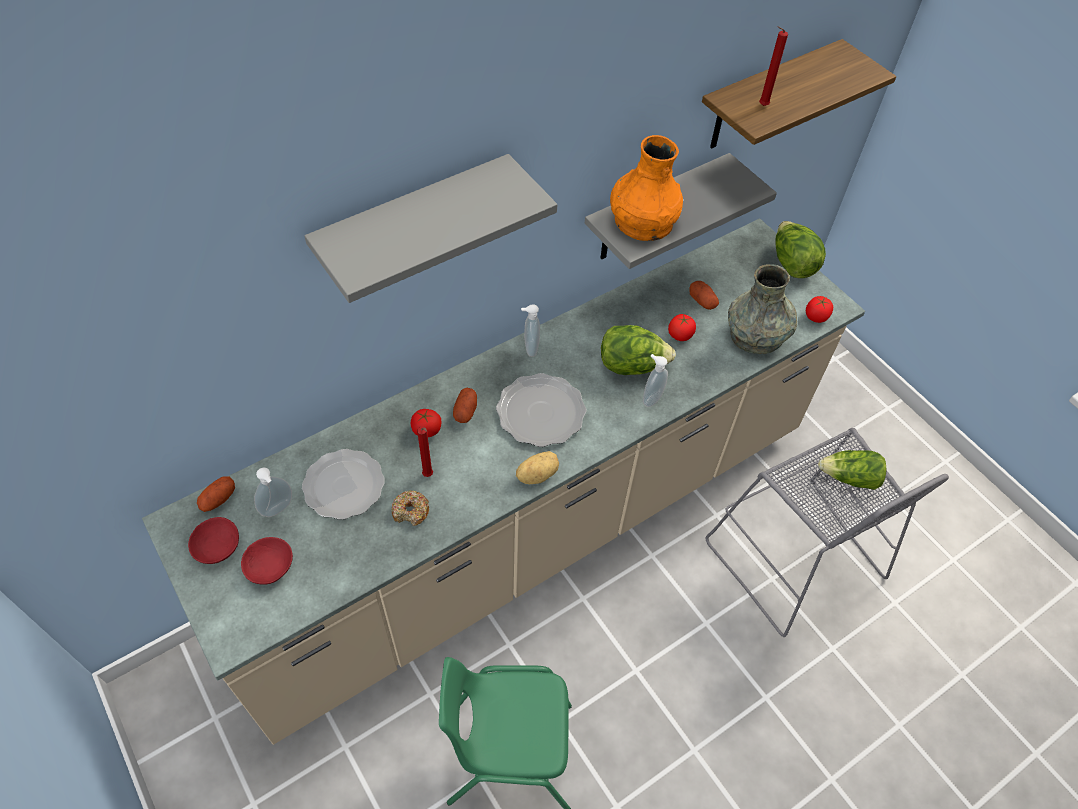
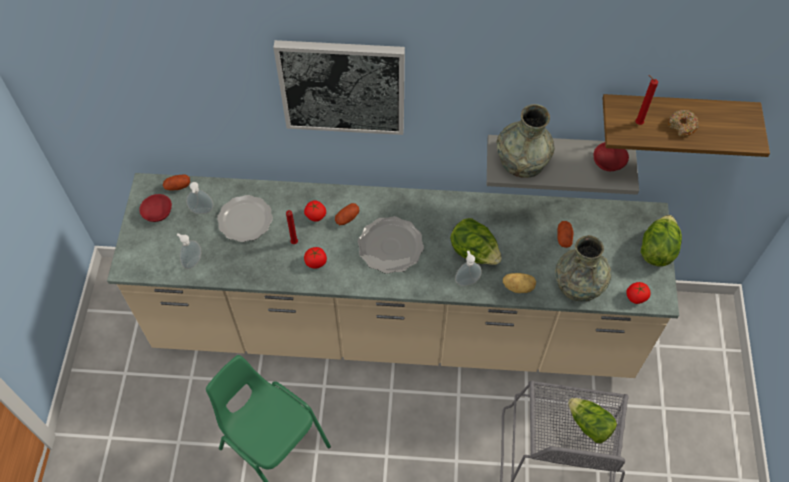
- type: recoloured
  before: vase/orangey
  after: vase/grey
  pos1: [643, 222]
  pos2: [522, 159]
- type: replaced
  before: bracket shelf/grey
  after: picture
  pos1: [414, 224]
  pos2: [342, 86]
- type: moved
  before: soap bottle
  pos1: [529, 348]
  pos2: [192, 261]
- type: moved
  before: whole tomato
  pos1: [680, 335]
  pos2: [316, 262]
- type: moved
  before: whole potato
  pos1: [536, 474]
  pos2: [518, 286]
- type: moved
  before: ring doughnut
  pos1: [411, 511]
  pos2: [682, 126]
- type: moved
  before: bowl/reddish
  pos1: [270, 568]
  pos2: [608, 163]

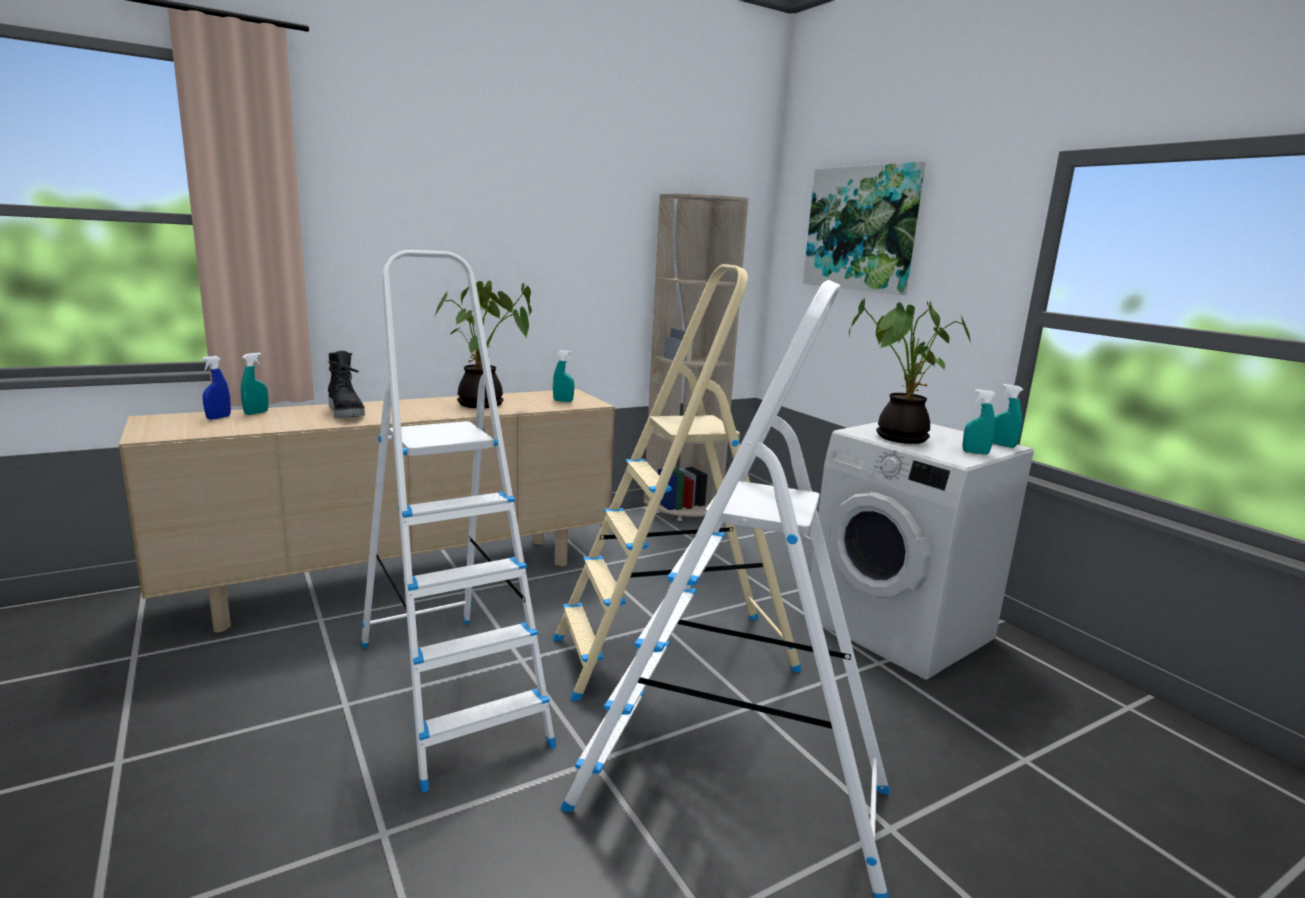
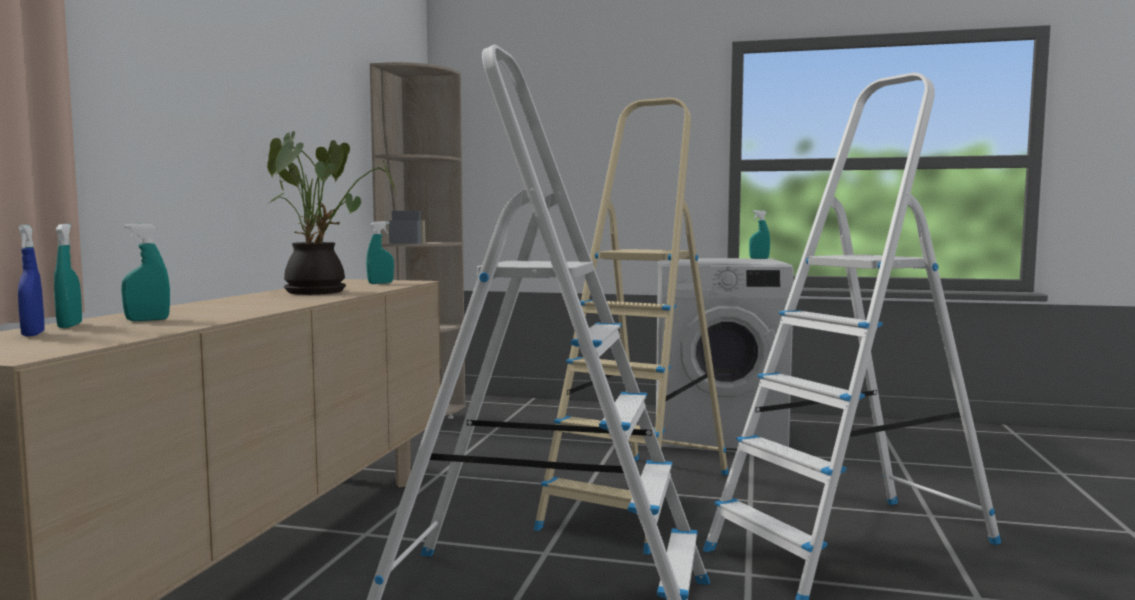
- type: removed
  before: picture
  pos1: [861, 228]
- type: removed
  before: potted plant
  pos1: [898, 436]
- type: removed
  before: tall boot/blackish
  pos1: [347, 413]
- type: moved
  before: hand sprayer/blue-green
  pos1: [975, 453]
  pos2: [147, 320]

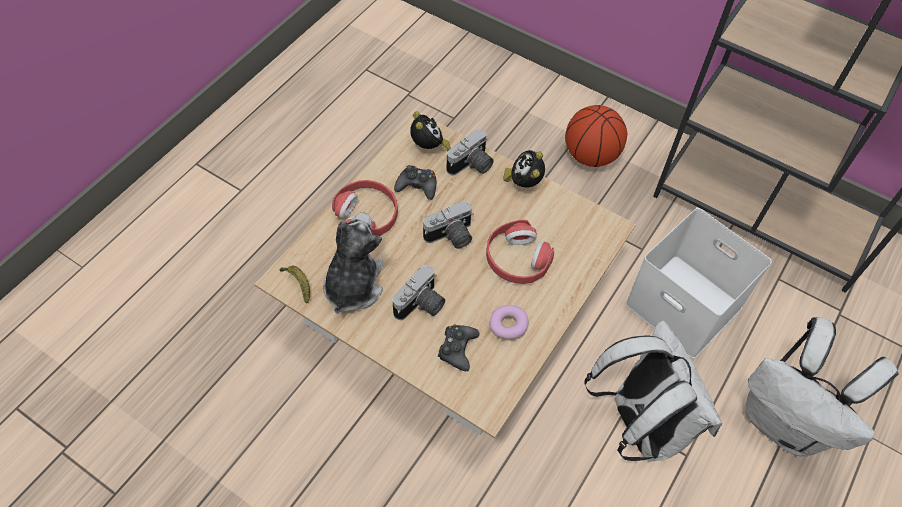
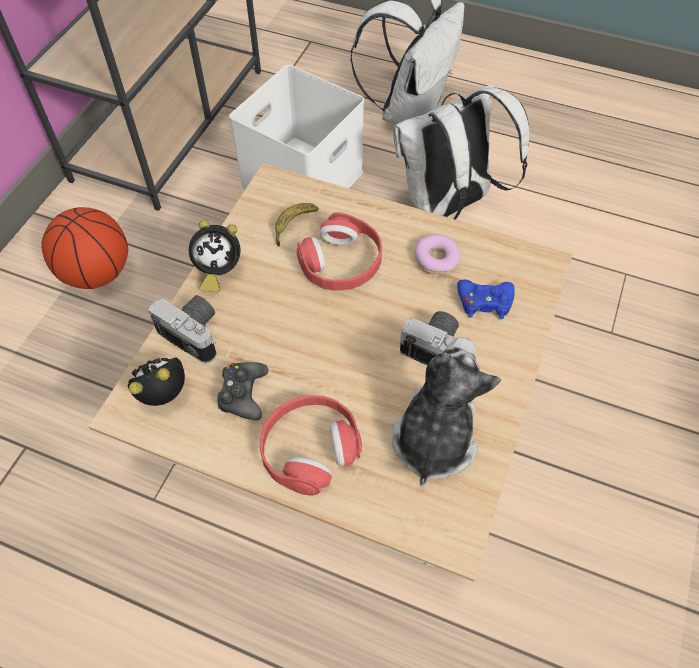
- type: removed
  before: photo camera
  pos1: [451, 237]
- type: turned
  before: cuddly toy
  pos1: [353, 285]
  pos2: [434, 437]
  turn: 105
- type: moved
  before: whole banana
  pos1: [298, 284]
  pos2: [293, 226]
- type: recoloured
  before: joypad/blackish
  after: joypad/bluish
  pos1: [457, 349]
  pos2: [484, 302]

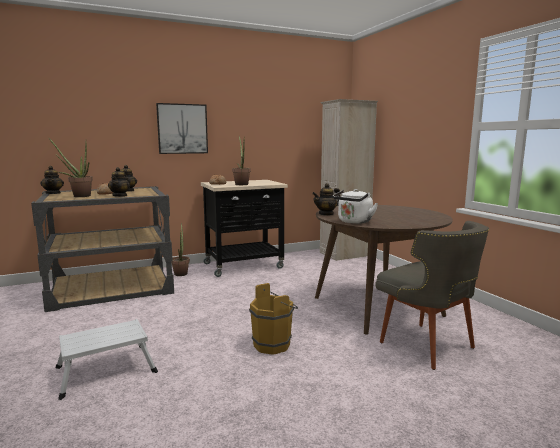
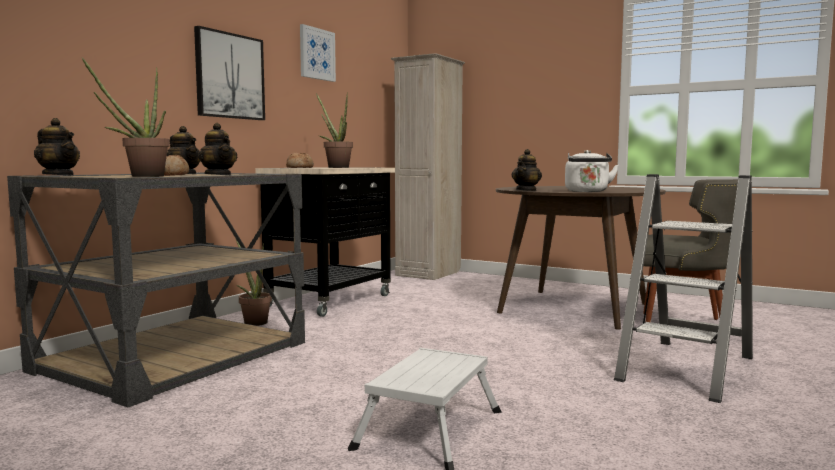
- type: removed
  before: bucket/brownish
  pos1: [274, 344]
- type: added
  after: picture
  pos2: [317, 54]
- type: added
  after: step stool/grey
  pos2: [687, 368]

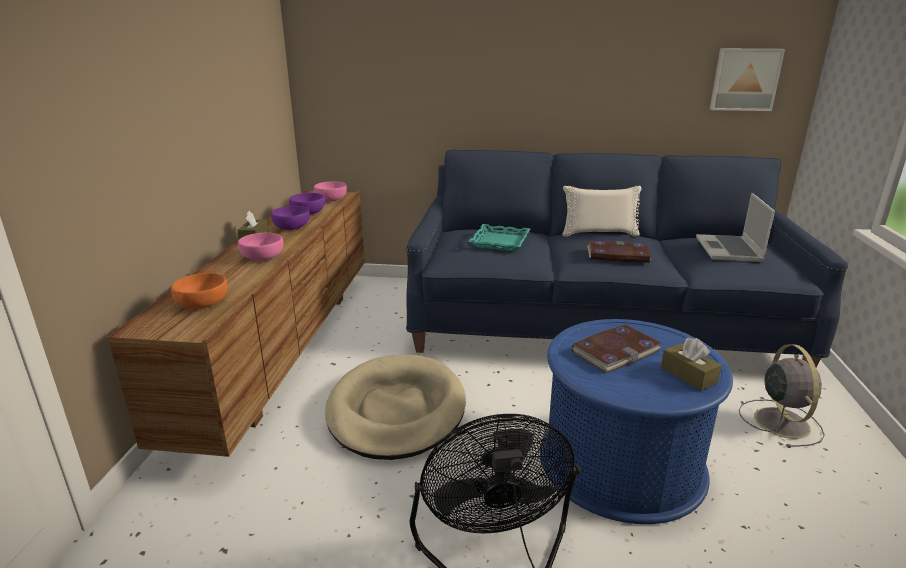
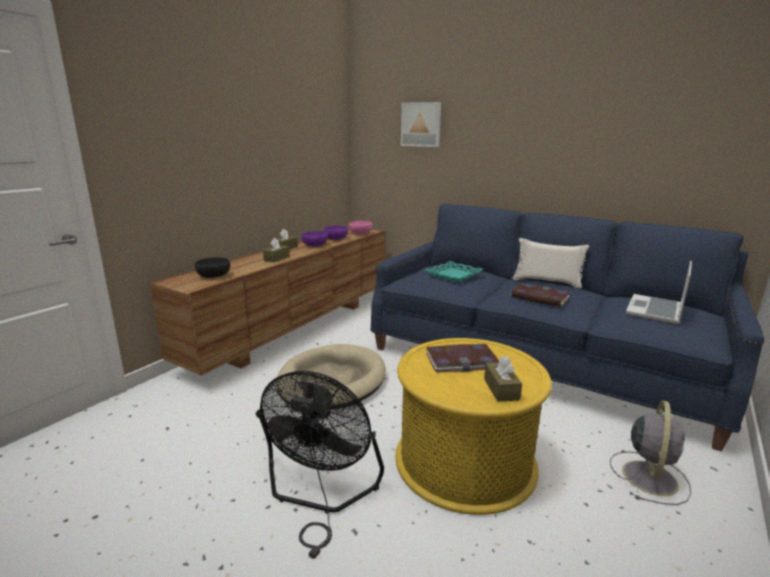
- type: moved
  before: picture
  pos1: [744, 79]
  pos2: [421, 124]
- type: replaced
  before: bowl/pink-coloured
  after: box of tissues/brownish
  pos1: [263, 257]
  pos2: [276, 258]
- type: recoloured
  before: bowl/orangey
  after: bowl/blackish
  pos1: [203, 303]
  pos2: [214, 276]
- type: recoloured
  before: lounge table/bluish
  after: lounge table/yellowish
  pos1: [621, 462]
  pos2: [465, 460]

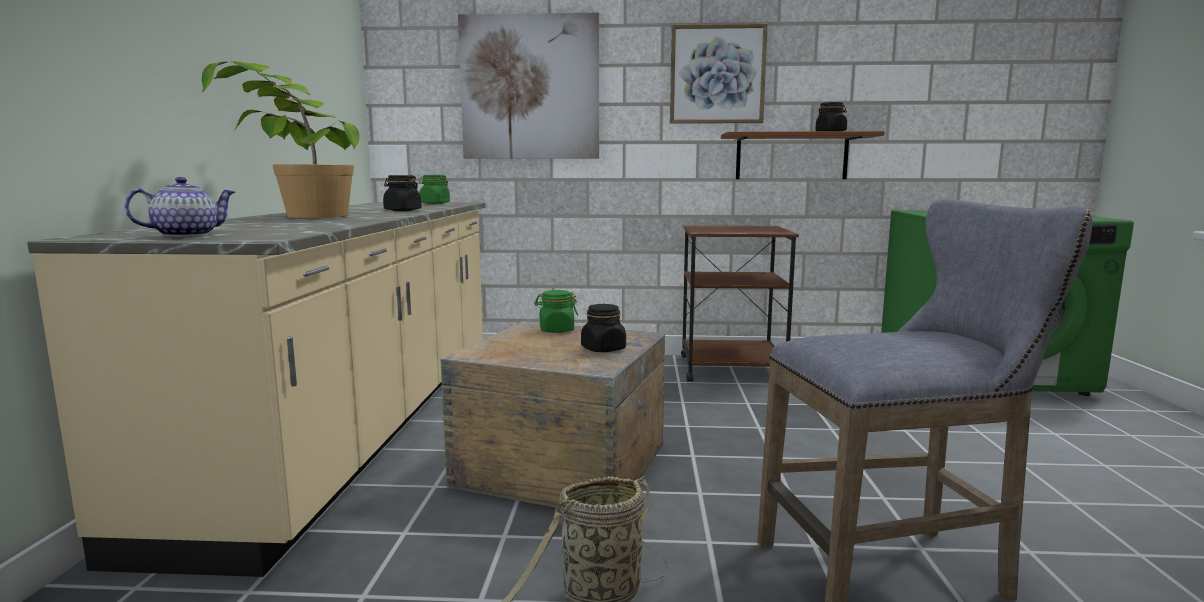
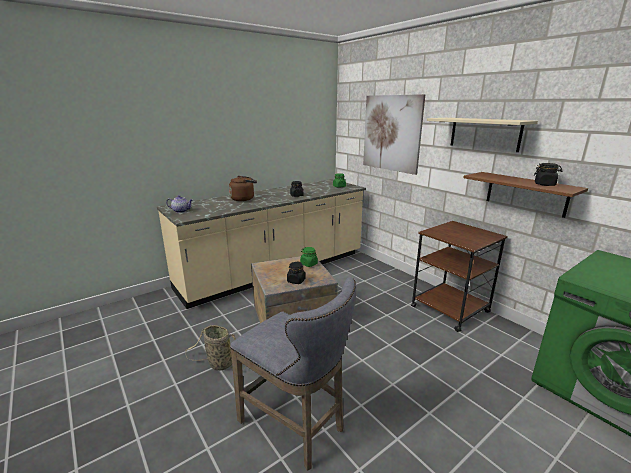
- type: replaced
  before: picture
  after: bracket shelf/beige-coloured
  pos1: [717, 75]
  pos2: [484, 133]
- type: replaced
  before: potted plant
  after: tea kettle/brownish
  pos1: [294, 218]
  pos2: [244, 199]

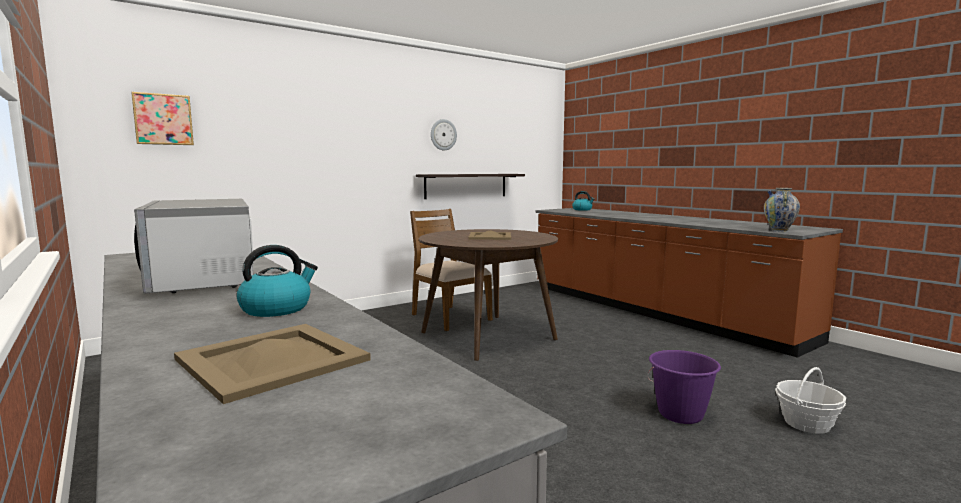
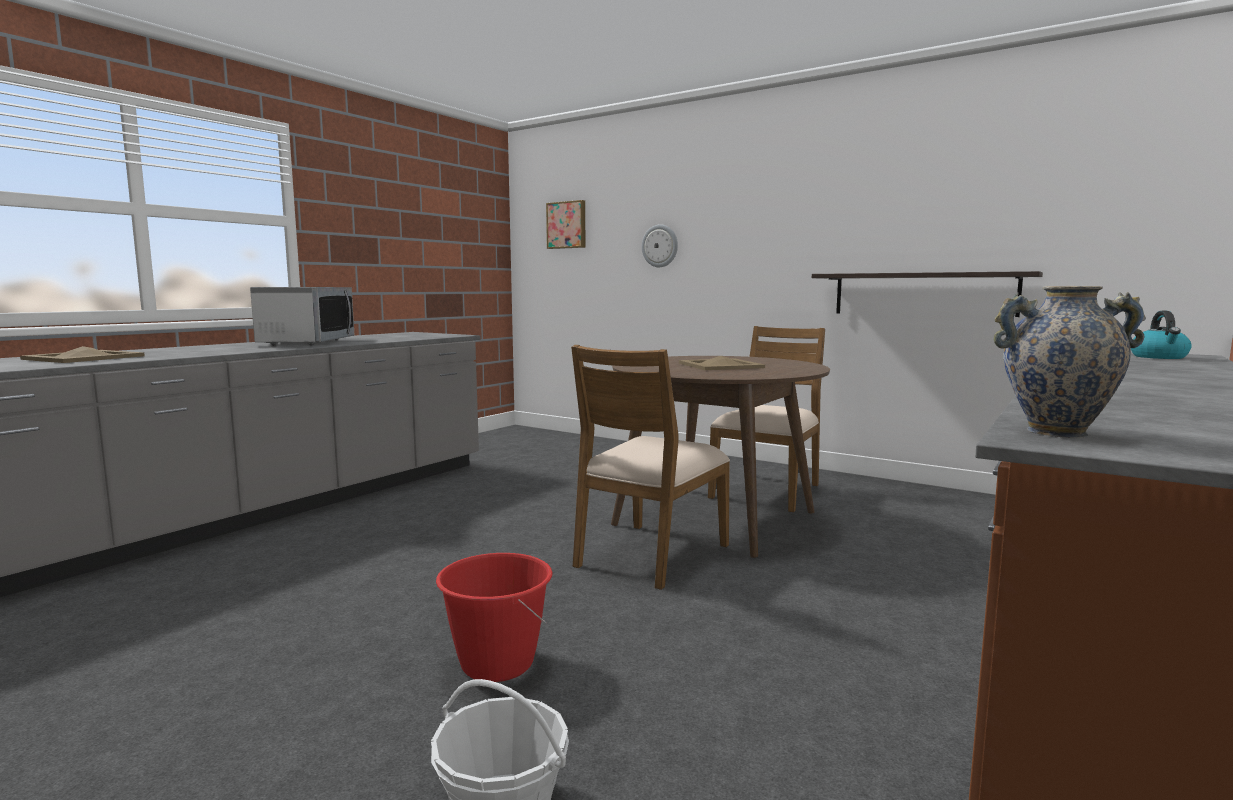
- type: moved
  before: wall clock
  pos1: [443, 134]
  pos2: [660, 246]
- type: turned
  before: microwave
  pos1: [205, 280]
  pos2: [307, 342]
  turn: 135
- type: removed
  before: tea kettle
  pos1: [277, 309]
- type: recoloured
  before: bucket/purple
  after: bucket/reddish
  pos1: [680, 414]
  pos2: [496, 664]
- type: added
  after: chair/brownish
  pos2: [649, 555]

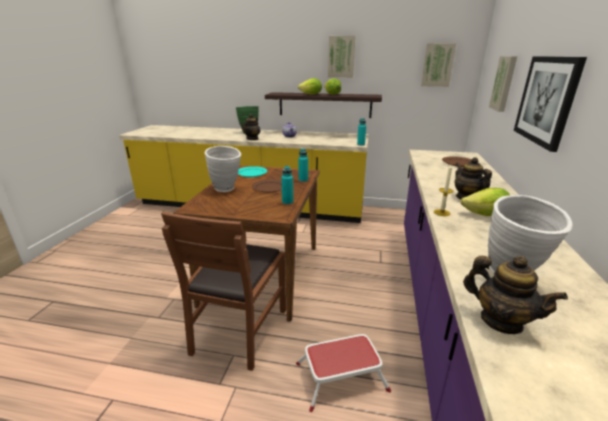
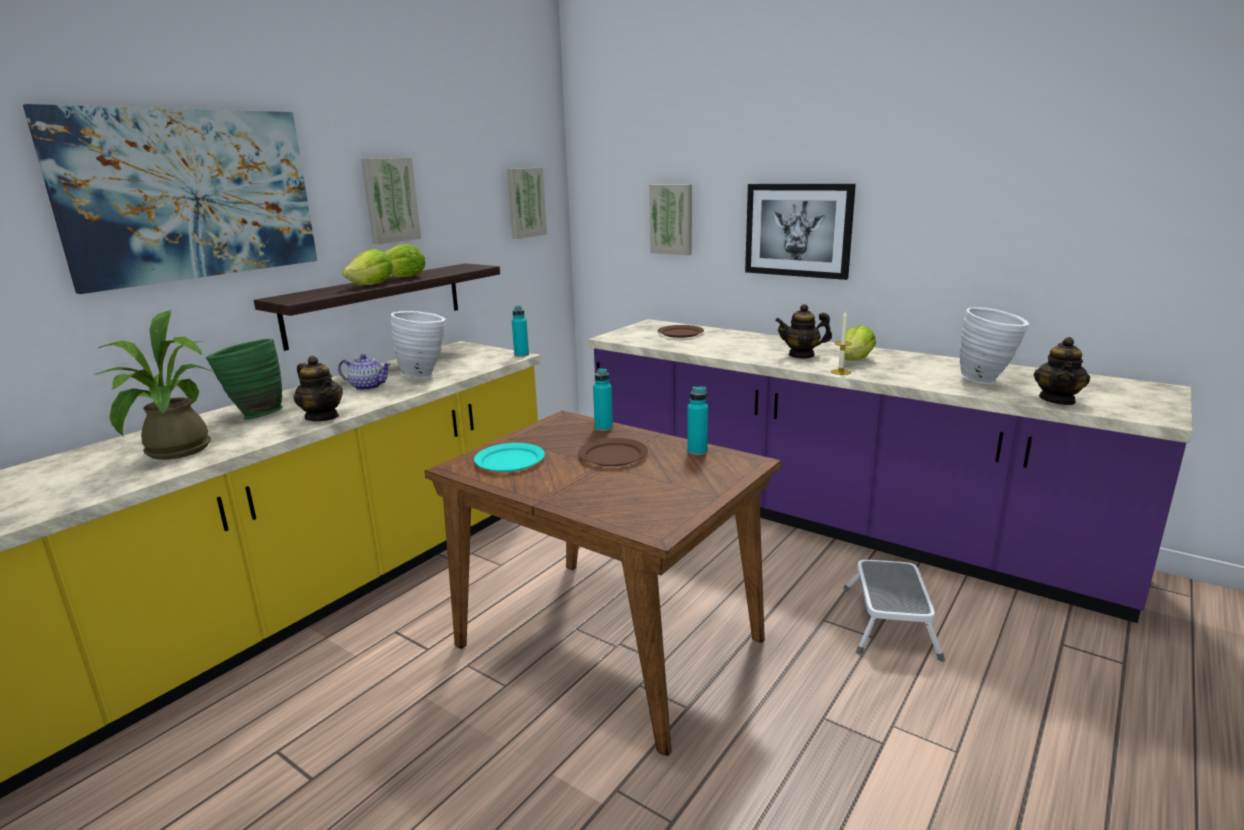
- type: moved
  before: vase/white-coloured
  pos1: [227, 190]
  pos2: [425, 375]
- type: removed
  before: chair/brownish
  pos1: [239, 329]
- type: turned
  before: tea pot
  pos1: [501, 321]
  pos2: [1057, 400]
  turn: 135
- type: recoloured
  before: step stool/reddish
  after: step stool/grey
  pos1: [341, 376]
  pos2: [889, 621]
- type: added
  after: picture
  pos2: [191, 195]
- type: added
  after: potted plant
  pos2: [173, 453]

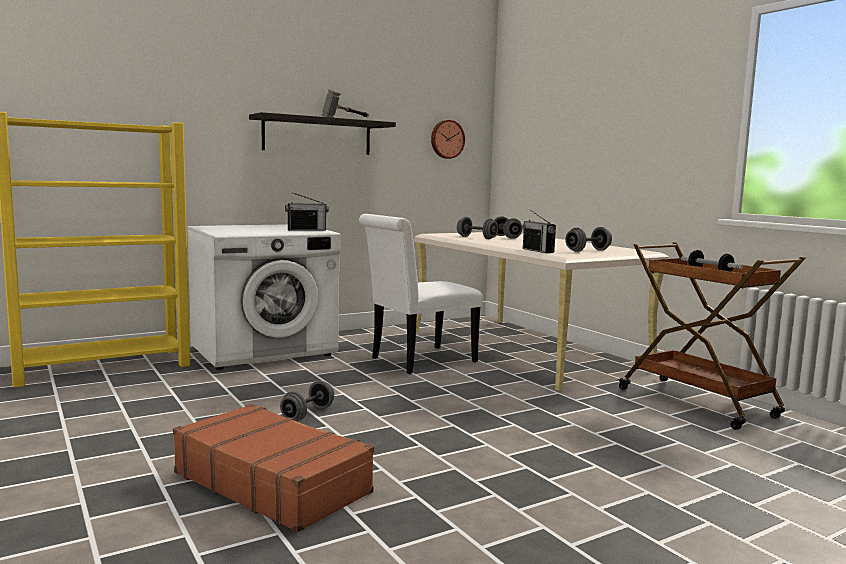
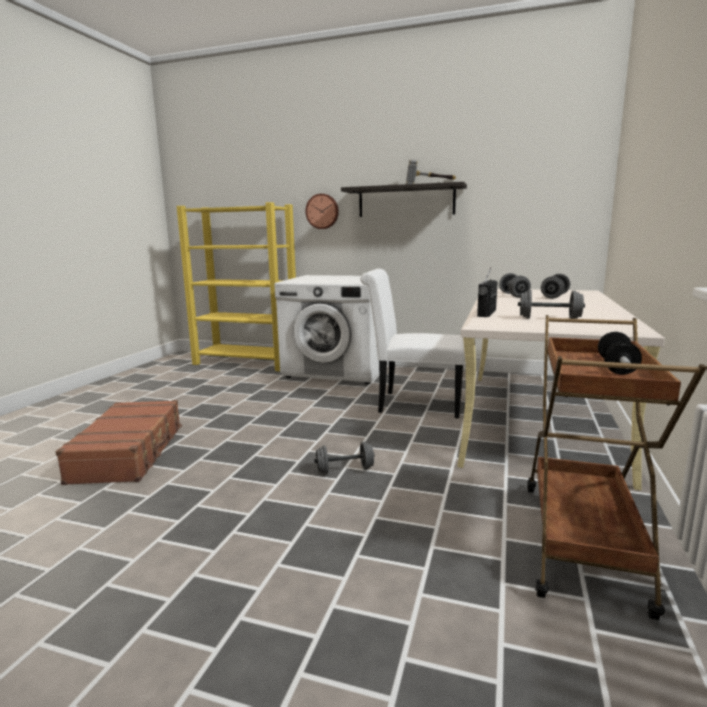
- type: moved
  before: wall clock
  pos1: [446, 139]
  pos2: [322, 211]
- type: removed
  before: radio receiver
  pos1: [306, 230]
- type: moved
  before: hand weight/grey
  pos1: [307, 414]
  pos2: [344, 470]

